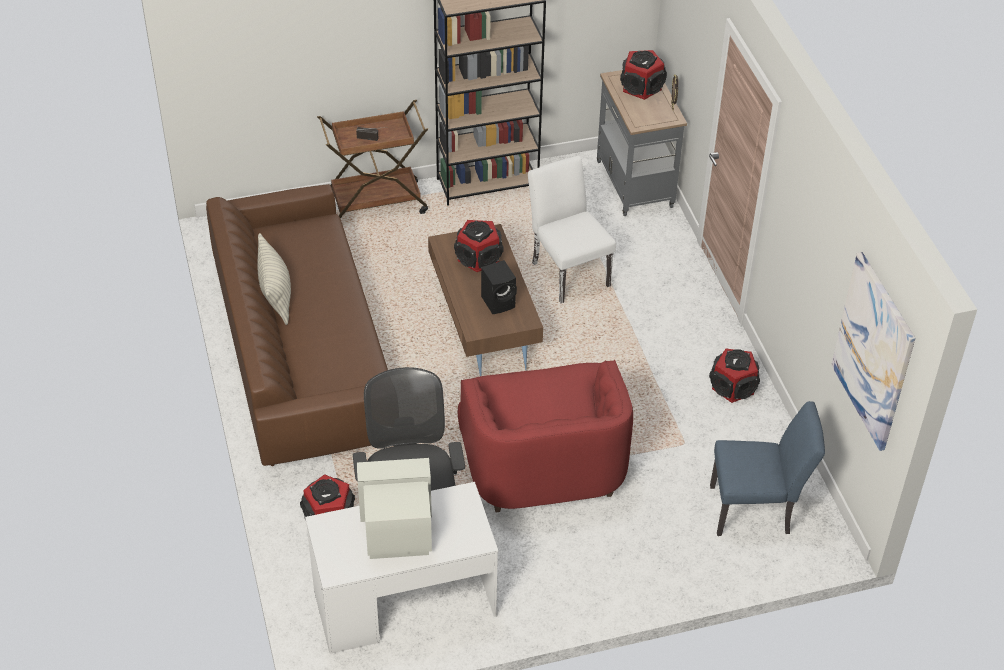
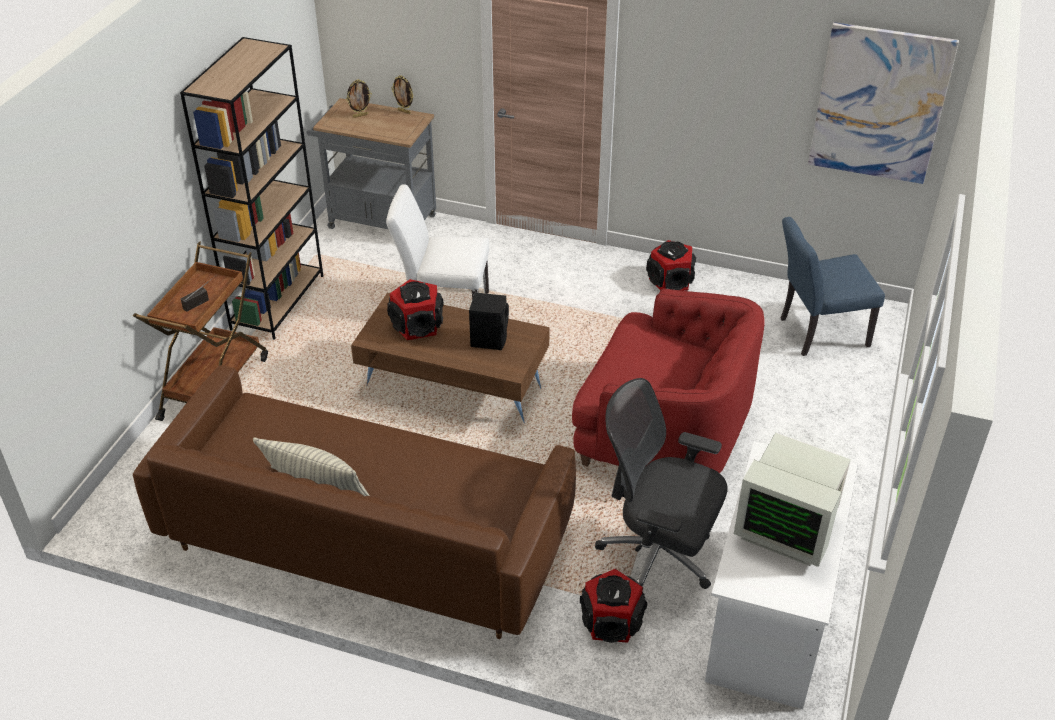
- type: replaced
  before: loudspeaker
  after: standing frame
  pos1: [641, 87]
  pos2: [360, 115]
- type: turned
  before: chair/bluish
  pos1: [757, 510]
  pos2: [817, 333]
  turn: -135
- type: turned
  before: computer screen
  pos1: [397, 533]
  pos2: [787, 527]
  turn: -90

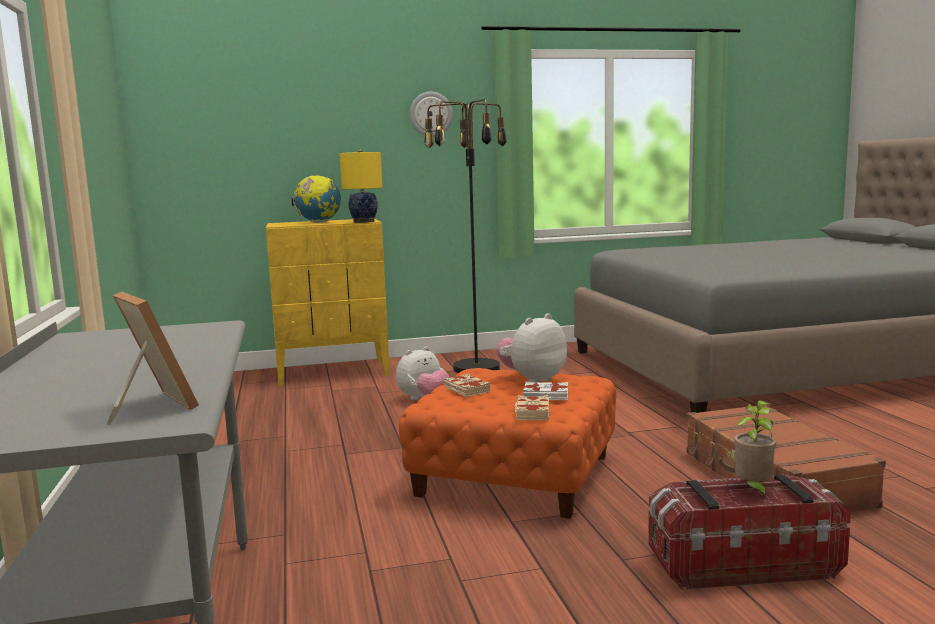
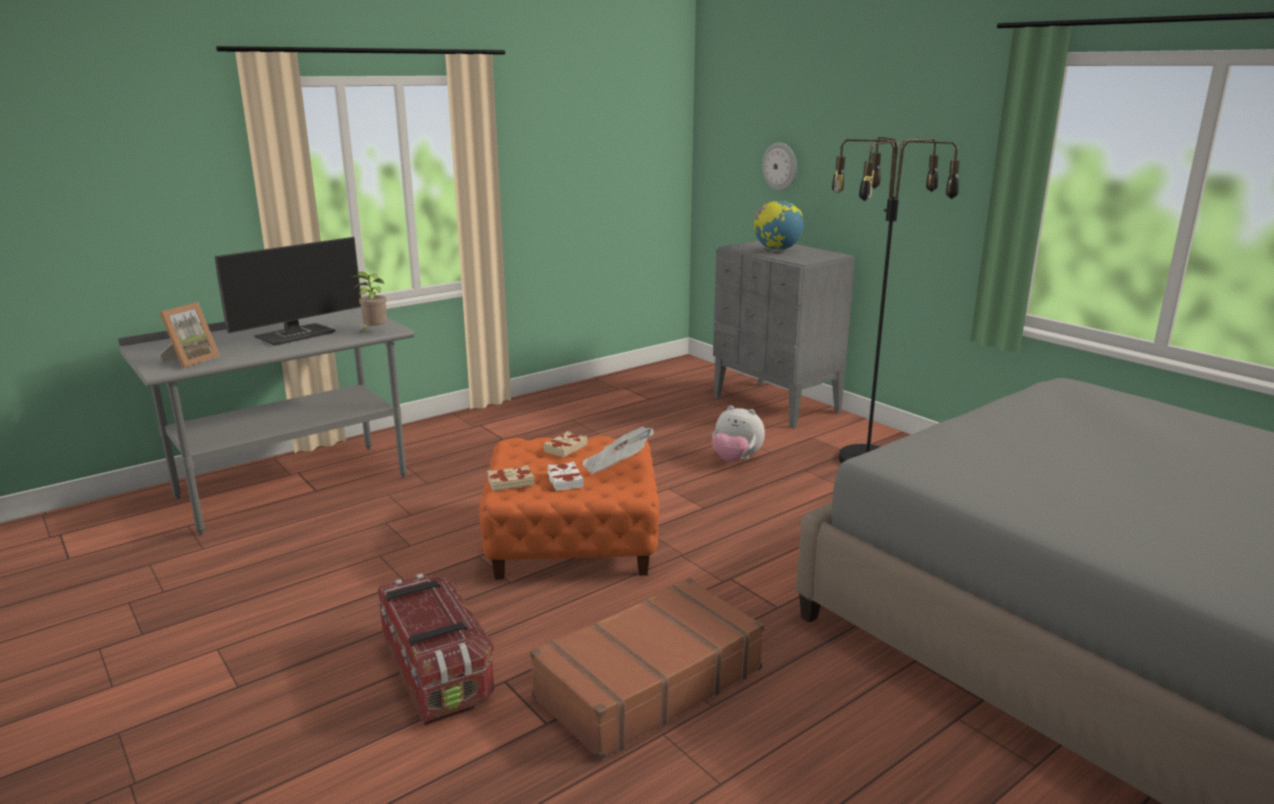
- type: moved
  before: wall clock
  pos1: [430, 114]
  pos2: [780, 166]
- type: removed
  before: lamp for a table/yellowish
  pos1: [363, 222]
- type: recoloured
  before: dresser/yellowish
  after: dresser/grey
  pos1: [334, 372]
  pos2: [775, 405]
- type: replaced
  before: cuddly toy
  after: newspaper
  pos1: [532, 380]
  pos2: [616, 467]
- type: moved
  before: potted plant
  pos1: [753, 490]
  pos2: [374, 331]
- type: added
  after: computer screen
  pos2: [296, 335]

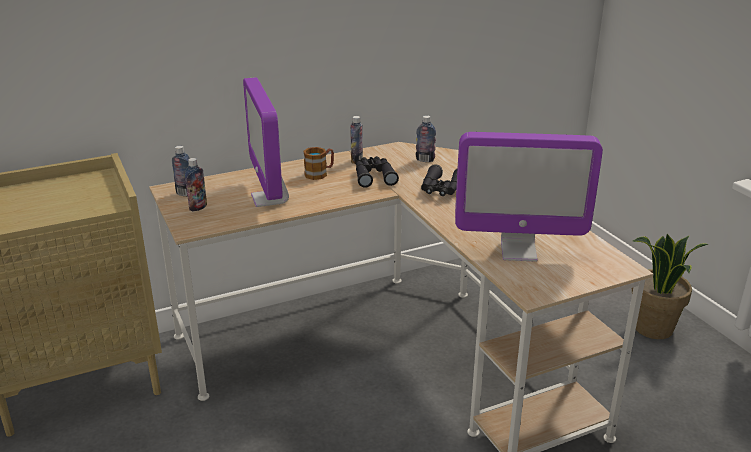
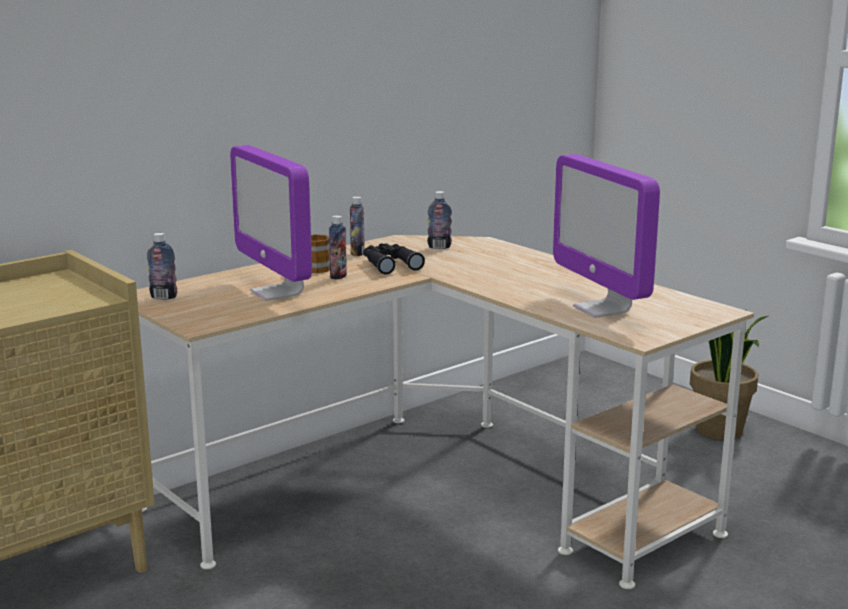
- type: turned
  before: computer screen
  pos1: [518, 251]
  pos2: [602, 309]
  turn: 75
- type: moved
  before: bottle
  pos1: [198, 207]
  pos2: [338, 276]
- type: removed
  before: binoculars/blackish
  pos1: [441, 189]

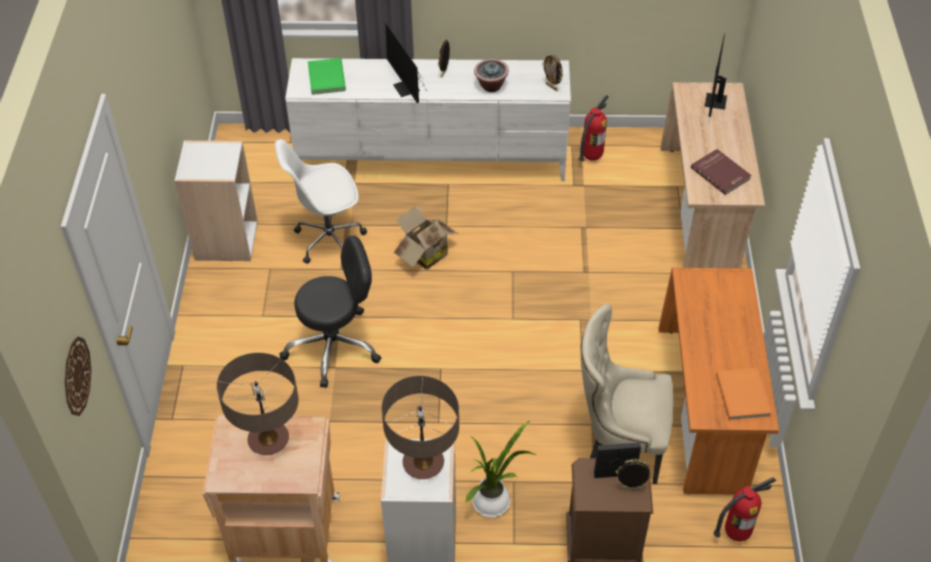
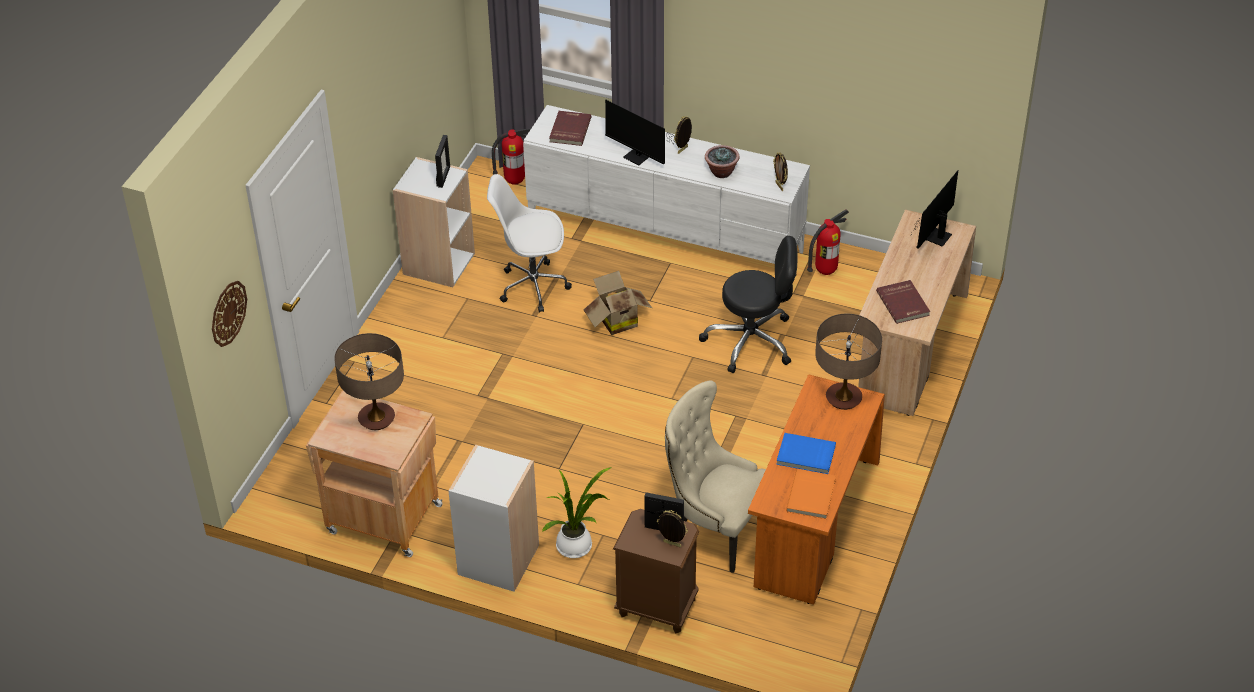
- type: turned
  before: computer screen
  pos1: [407, 90]
  pos2: [639, 158]
  turn: -45
- type: recoloured
  before: book/green-coloured
  after: book/reddish
  pos1: [325, 78]
  pos2: [569, 130]
- type: moved
  before: computer chair/blackish
  pos1: [337, 344]
  pos2: [754, 341]
- type: moved
  before: lamp for a table
  pos1: [423, 463]
  pos2: [843, 398]
- type: moved
  before: fire extinguisher
  pos1: [736, 533]
  pos2: [515, 181]
- type: added
  after: standing frame
  pos2: [443, 176]
- type: added
  after: book/bluish
  pos2: [805, 456]

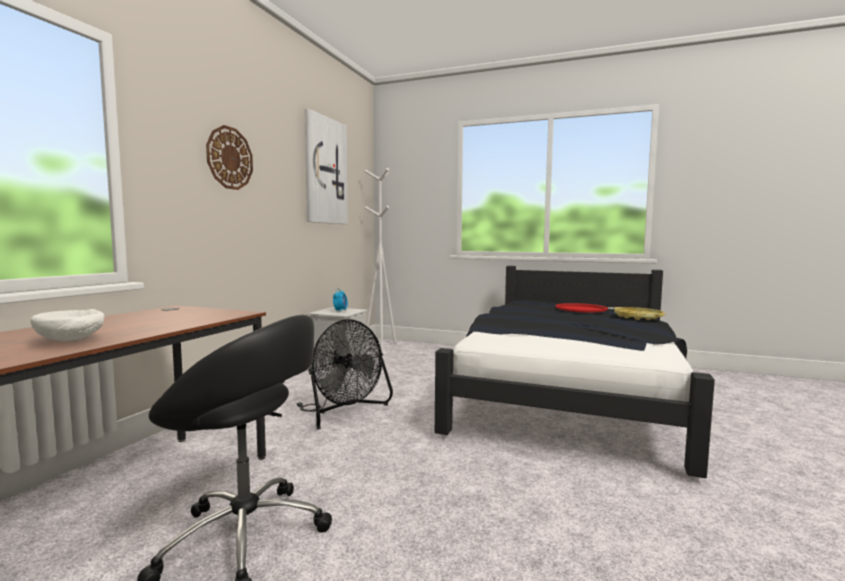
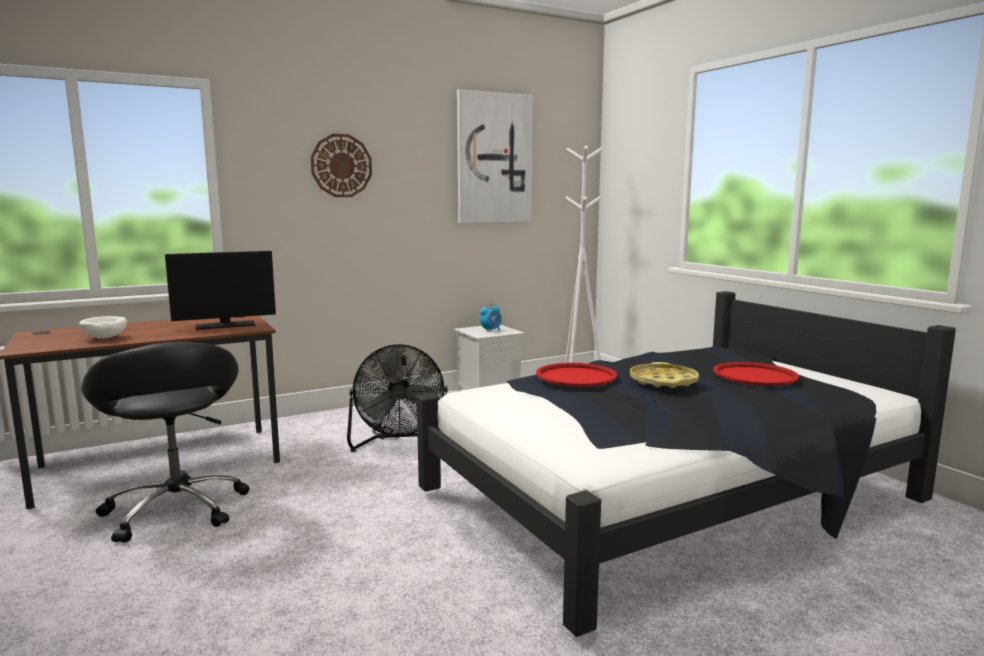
- type: moved
  before: serving tray/yellowish
  pos1: [638, 317]
  pos2: [663, 381]
- type: added
  after: computer screen
  pos2: [225, 325]
- type: added
  after: serving tray/reddish
  pos2: [576, 376]

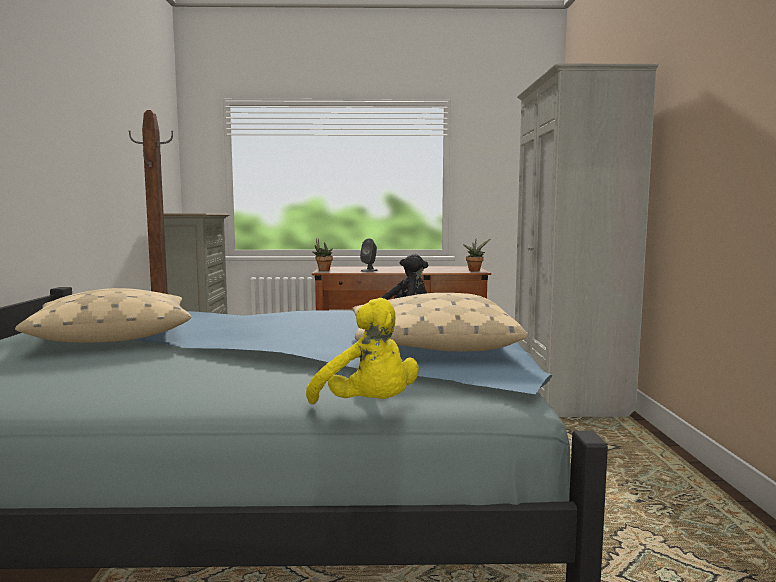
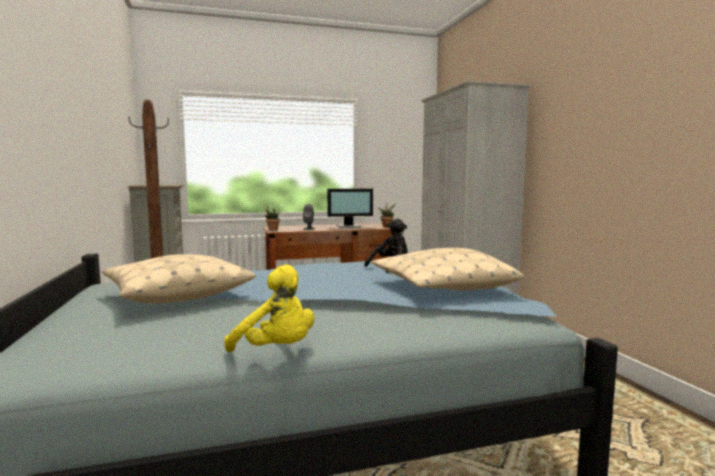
- type: moved
  before: cuddly toy/yellowish
  pos1: [368, 408]
  pos2: [277, 351]
- type: added
  after: computer screen
  pos2: [349, 226]

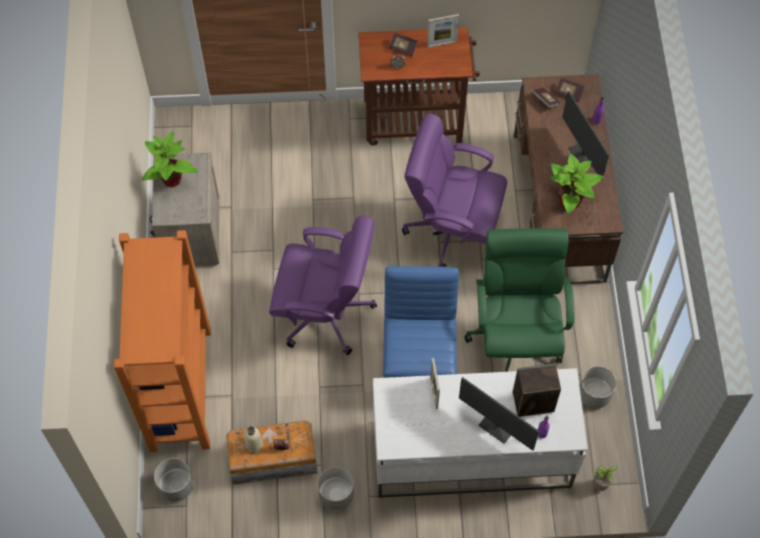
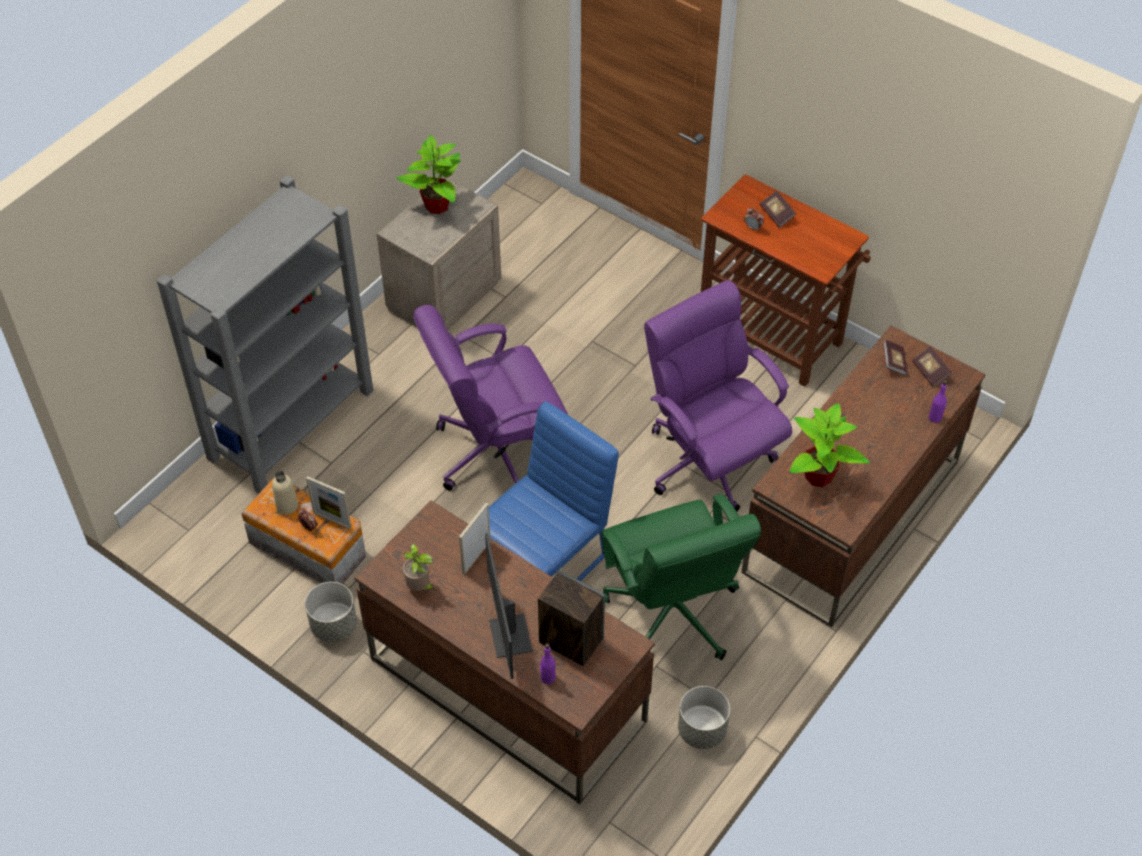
- type: moved
  before: standing frame
  pos1: [442, 44]
  pos2: [332, 520]
- type: removed
  before: computer screen
  pos1: [584, 155]
- type: turned
  before: computer chair/purple
  pos1: [325, 313]
  pos2: [497, 451]
  turn: 105
- type: turned
  before: computer chair/green-coloured
  pos1: [516, 337]
  pos2: [672, 611]
  turn: 120
- type: recoloured
  before: shelving unit/orangey
  after: shelving unit/grey
  pos1: [180, 388]
  pos2: [291, 424]
- type: recoloured
  before: desk/white-coloured
  after: desk/brownish
  pos1: [470, 454]
  pos2: [506, 689]
- type: removed
  before: planter/grey
  pos1: [176, 486]
- type: moved
  before: potted plant
  pos1: [601, 485]
  pos2: [420, 587]

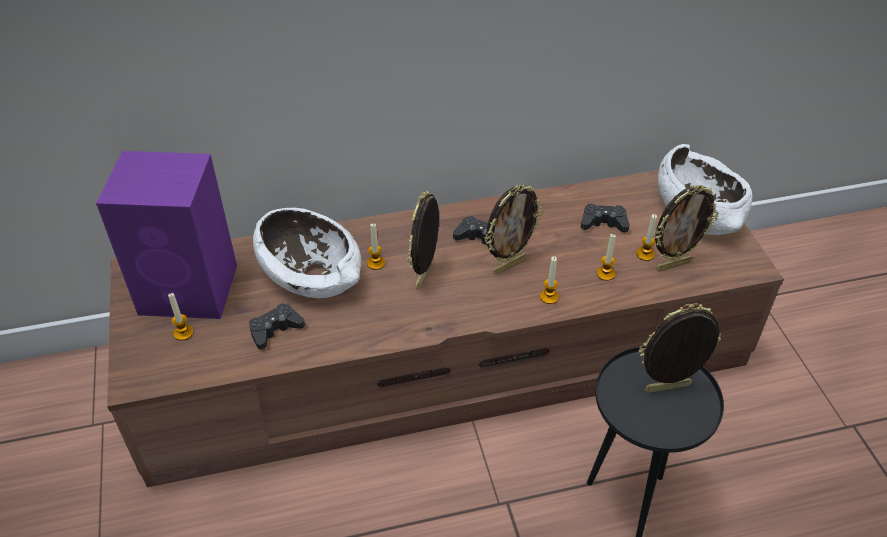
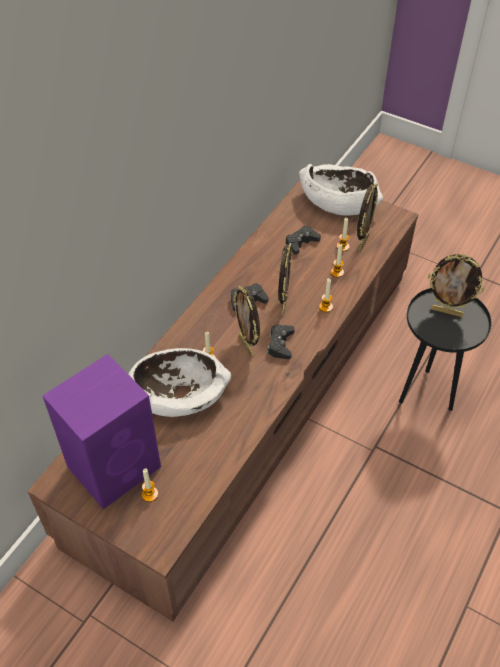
- type: moved
  before: joypad/blackish
  pos1: [275, 330]
  pos2: [280, 344]
- type: turned
  before: standing frame
  pos1: [668, 390]
  pos2: [447, 311]
  turn: -105

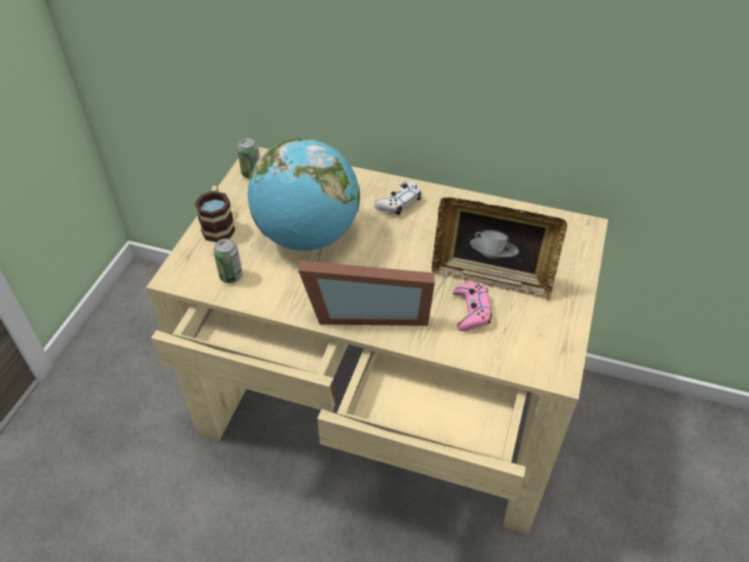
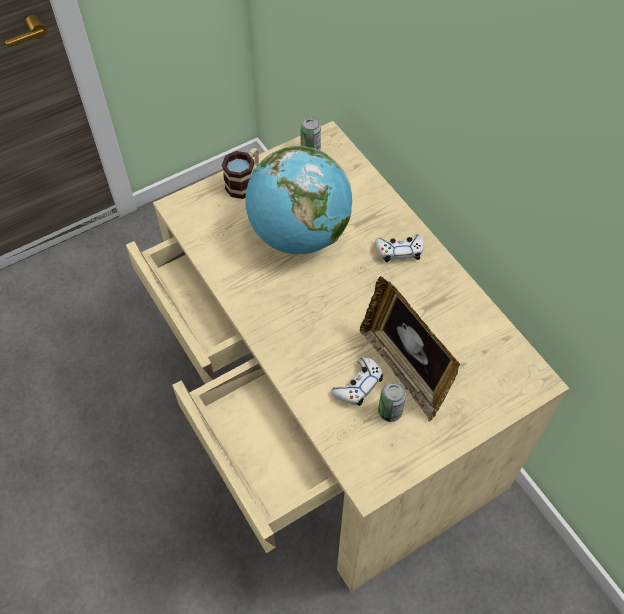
- type: moved
  before: sealed can
  pos1: [231, 276]
  pos2: [390, 412]
- type: removed
  before: standing frame
  pos1: [367, 311]
- type: recoloured
  before: joypad/pink-coloured
  after: joypad/white-coloured
  pos1: [471, 311]
  pos2: [358, 385]

